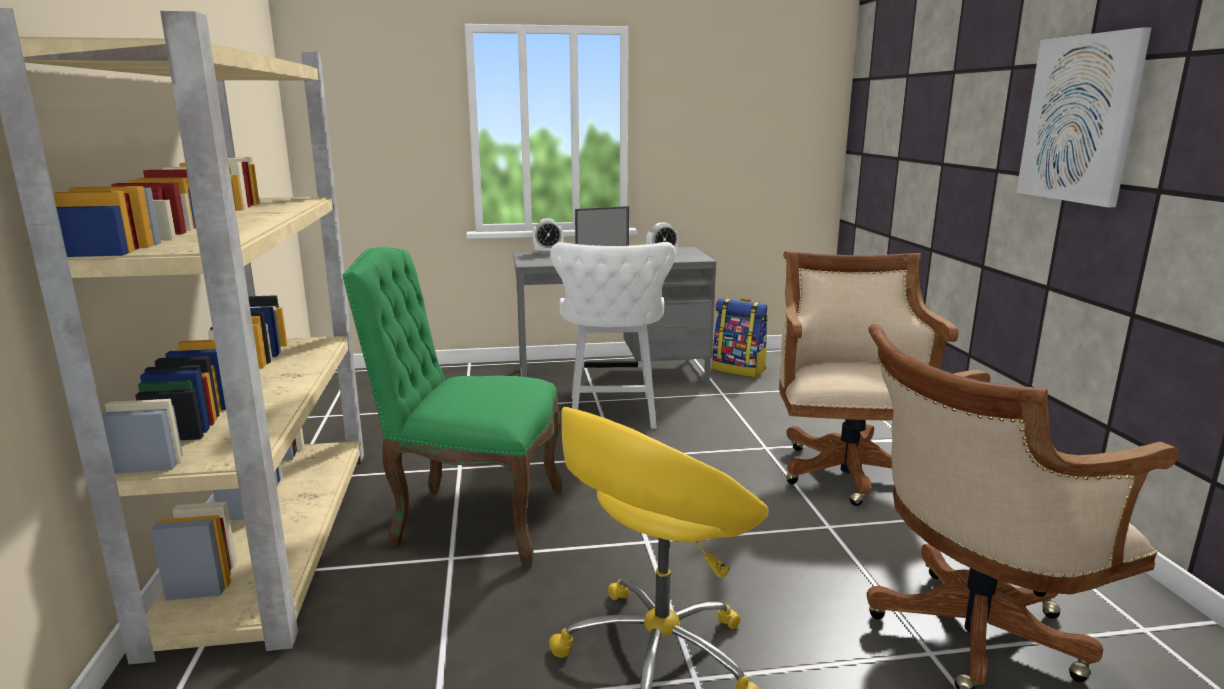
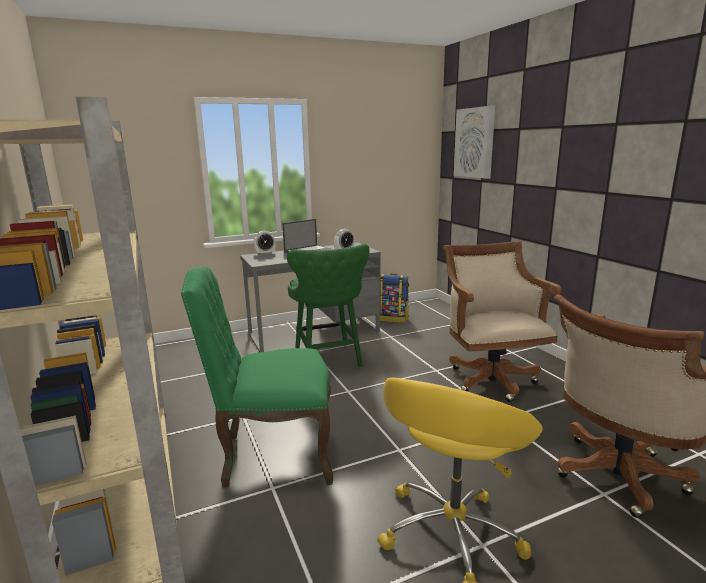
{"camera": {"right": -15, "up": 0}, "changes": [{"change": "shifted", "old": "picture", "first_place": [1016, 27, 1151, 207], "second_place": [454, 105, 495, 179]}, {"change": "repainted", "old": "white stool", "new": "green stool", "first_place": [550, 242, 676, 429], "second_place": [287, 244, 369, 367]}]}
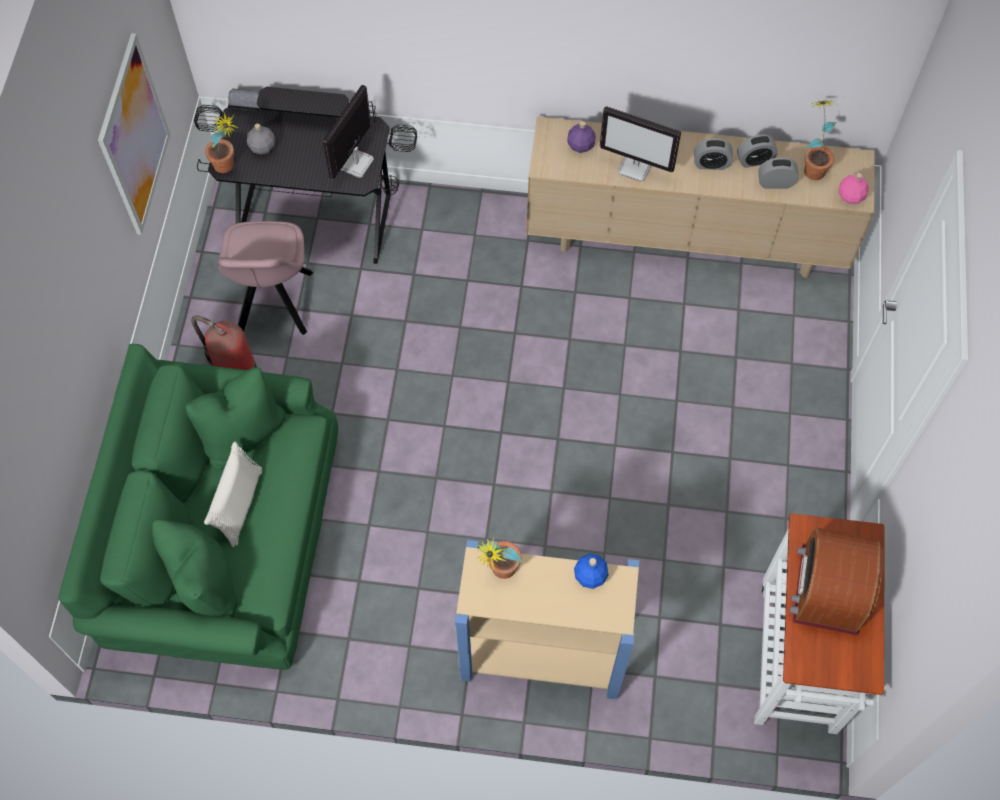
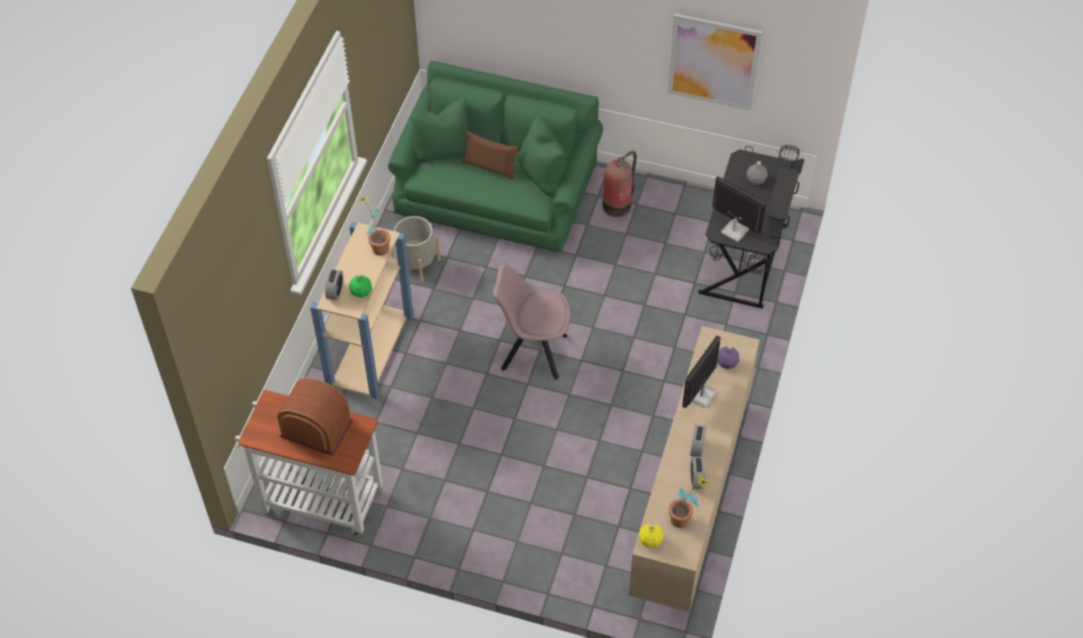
{"camera": {"right": 100, "up": -10}, "changes": [{"change": "gone", "old": "potted plant", "first_place": [205, 113, 238, 173]}, {"change": "shifted", "old": "alarm clock", "first_place": [758, 157, 799, 189], "second_place": [325, 269, 343, 300]}, {"change": "repainted", "old": "pink bottle", "new": "yellow bottle", "first_place": [838, 173, 869, 204], "second_place": [639, 523, 664, 548]}, {"change": "shifted", "old": "pink chair", "first_place": [218, 221, 313, 335], "second_place": [493, 264, 570, 380]}, {"change": "repainted", "old": "white pillow", "new": "brown pillow", "first_place": [204, 441, 262, 547], "second_place": [462, 130, 519, 180]}, {"change": "repainted", "old": "blue bottle", "new": "green bottle", "first_place": [574, 553, 608, 589], "second_place": [349, 273, 372, 298]}, {"change": "new", "new": "grey planter", "second_place": [391, 216, 440, 283]}]}
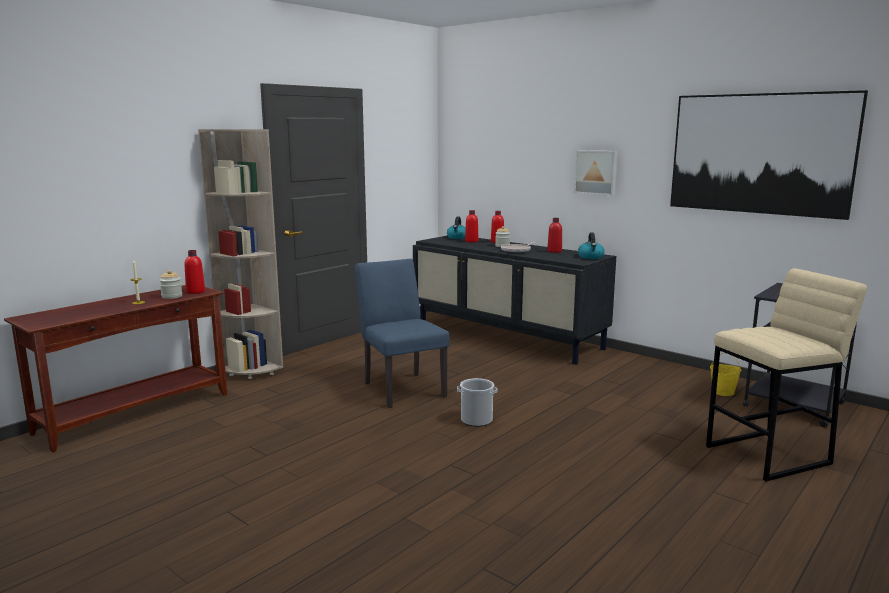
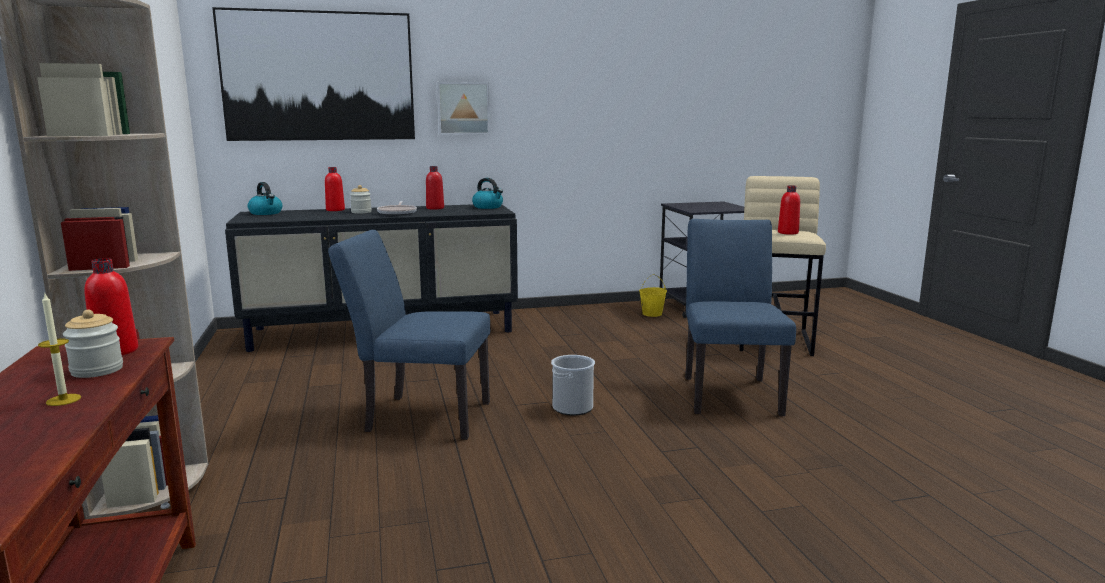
{"camera": {"right": -55, "up": 0}, "changes": [{"change": "shifted", "old": "picture", "first_place": [670, 90, 868, 220], "second_place": [212, 7, 415, 141]}, {"change": "shifted", "old": "red bottle", "first_place": [465, 210, 478, 242], "second_place": [778, 185, 800, 235]}, {"change": "new", "new": "blue chair", "second_place": [685, 219, 796, 416]}]}
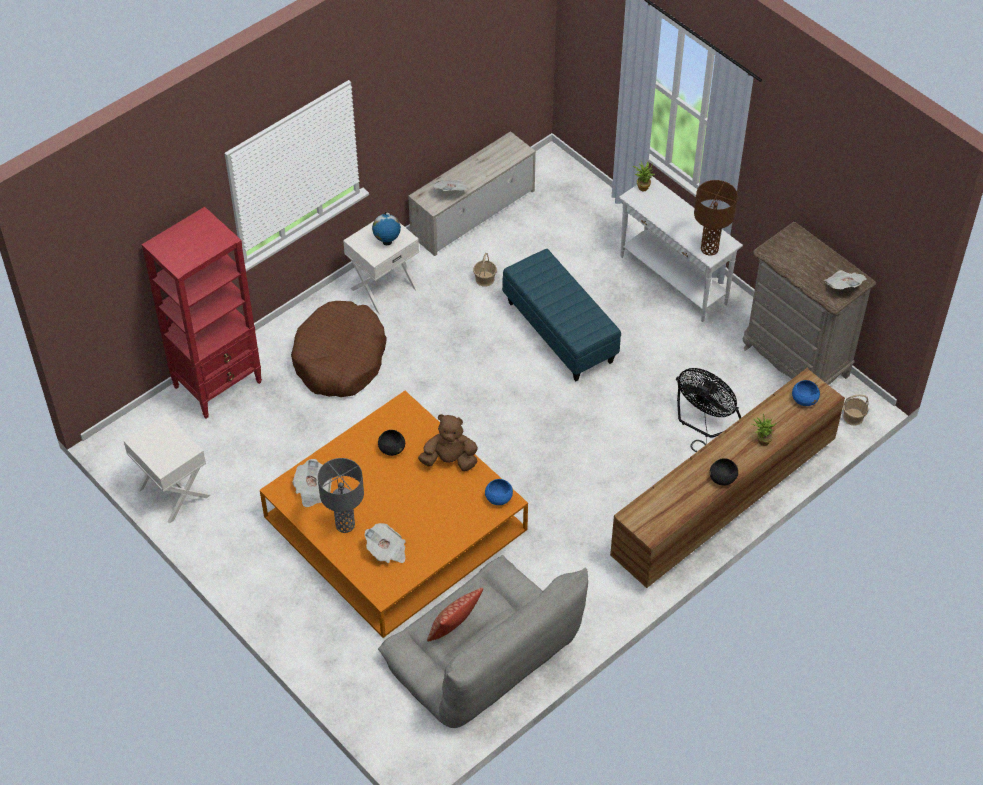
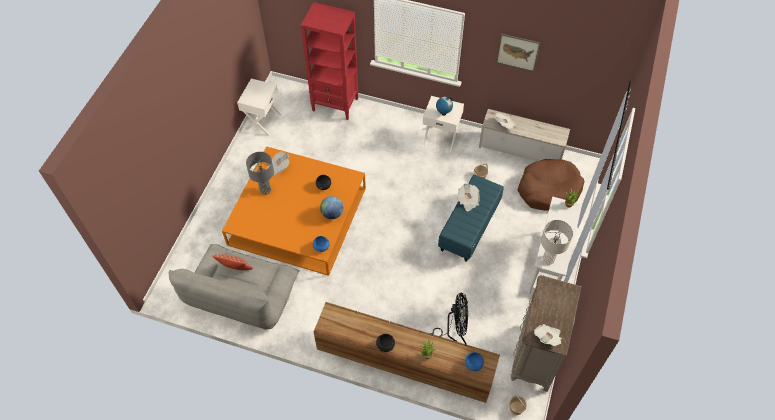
{"camera": {"right": 60, "up": 5}, "changes": [{"change": "repainted", "old": "brown table lamp", "new": "white table lamp", "first_place": [694, 180, 738, 255], "second_place": [541, 220, 573, 265]}, {"change": "shifted", "old": "brown dog bed", "first_place": [291, 301, 387, 397], "second_place": [517, 159, 584, 211]}, {"change": "swapped", "old": "brown plush toy", "new": "globe", "first_place": [418, 414, 478, 471], "second_place": [320, 196, 343, 219]}, {"change": "shifted", "old": "newspaper", "first_place": [365, 523, 406, 563], "second_place": [457, 183, 480, 211]}, {"change": "new", "new": "picture", "second_place": [496, 34, 540, 72]}]}
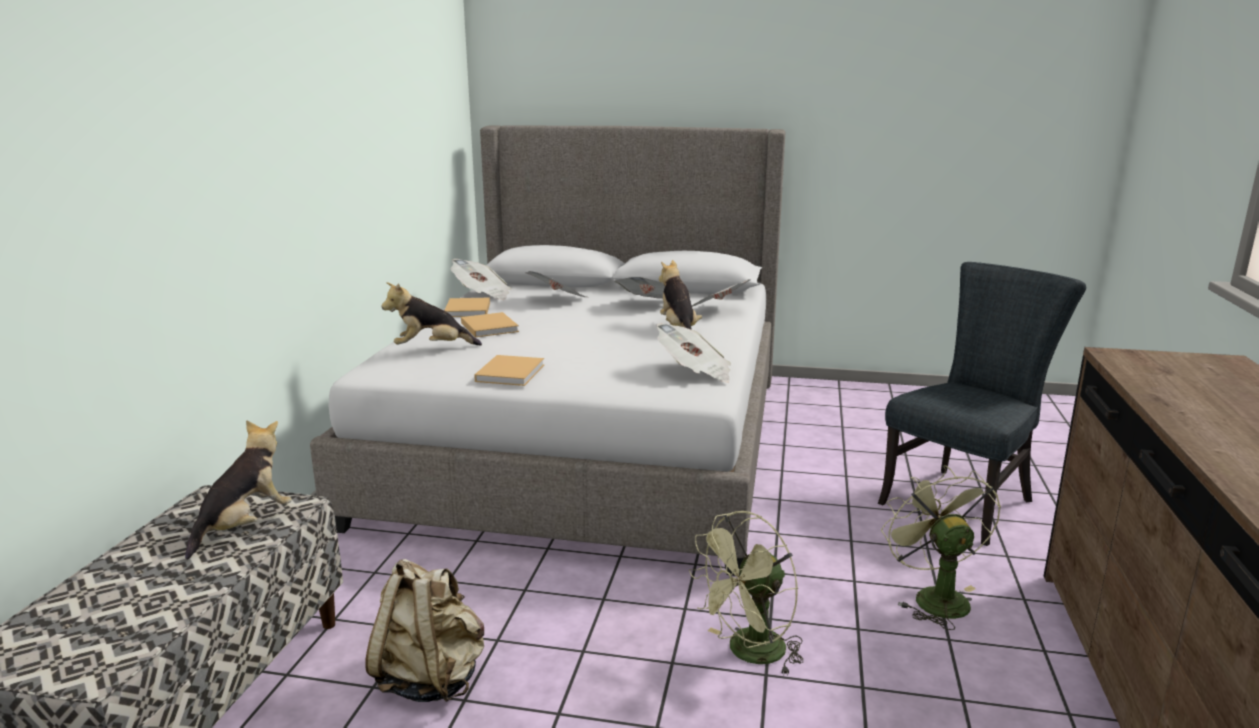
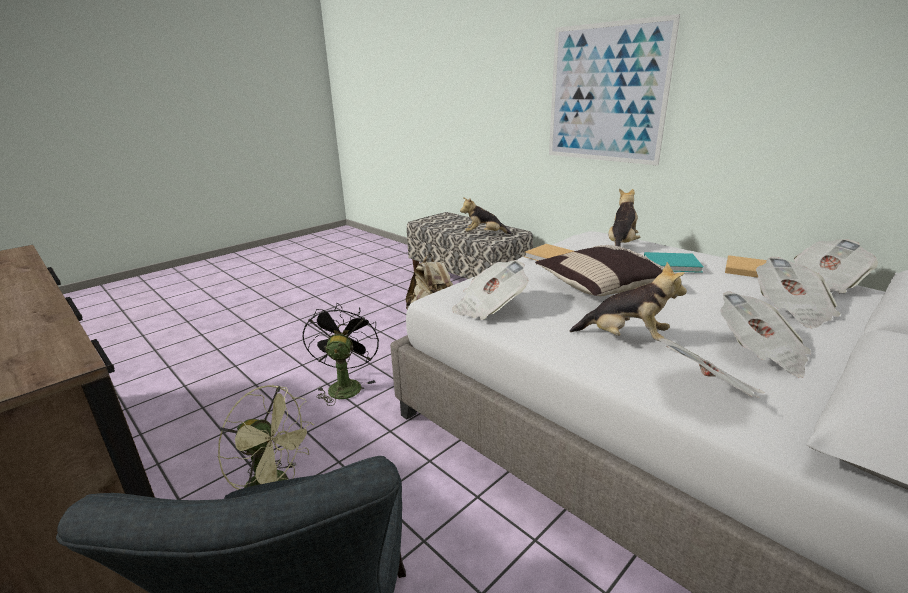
{"camera": {"right": 125, "up": 5}, "changes": [{"change": "repainted", "old": "beige book", "new": "turquoise book", "first_place": [461, 312, 519, 337], "second_place": [644, 252, 704, 273]}, {"change": "rotated", "old": "plush toy", "first_place": [185, 420, 292, 560], "second_place": [460, 197, 512, 234], "degrees": 120}, {"change": "repainted", "old": "green fan", "new": "black fan", "first_place": [689, 511, 803, 676], "second_place": [302, 303, 379, 406]}, {"change": "new", "new": "picture", "second_place": [549, 14, 680, 166]}, {"change": "new", "new": "pillow", "second_place": [535, 245, 664, 296]}]}
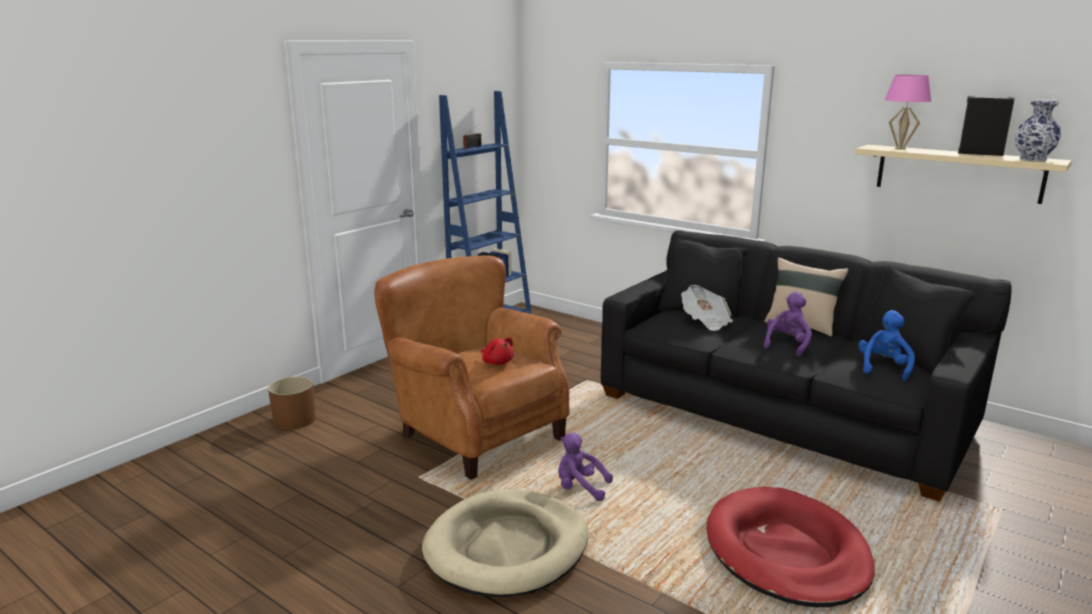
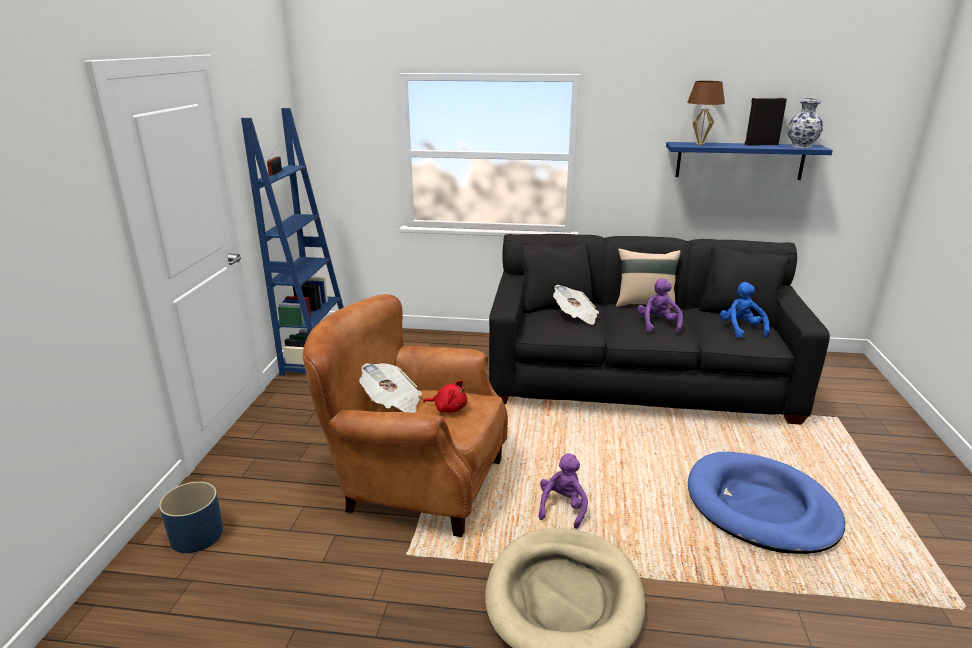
{"camera": {"right": -30, "up": 5}, "changes": [{"change": "repainted", "old": "pink table lamp", "new": "brown table lamp", "first_place": [885, 75, 931, 150], "second_place": [687, 81, 725, 145]}, {"change": "repainted", "old": "beige shelf", "new": "blue shelf", "first_place": [855, 145, 1072, 204], "second_place": [666, 142, 833, 180]}, {"change": "repainted", "old": "brown planter", "new": "blue planter", "first_place": [268, 377, 316, 430], "second_place": [159, 482, 223, 553]}, {"change": "rotated", "old": "purple plush toy", "first_place": [558, 433, 613, 501], "second_place": [538, 453, 588, 529], "degrees": 120}, {"change": "repainted", "old": "red dog bed", "new": "blue dog bed", "first_place": [706, 487, 875, 607], "second_place": [688, 452, 845, 554]}, {"change": "new", "new": "newspaper", "second_place": [359, 363, 422, 413]}]}
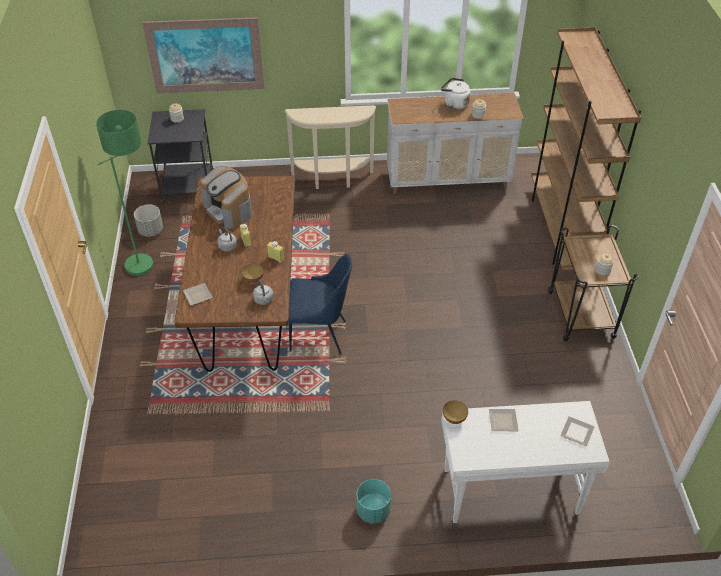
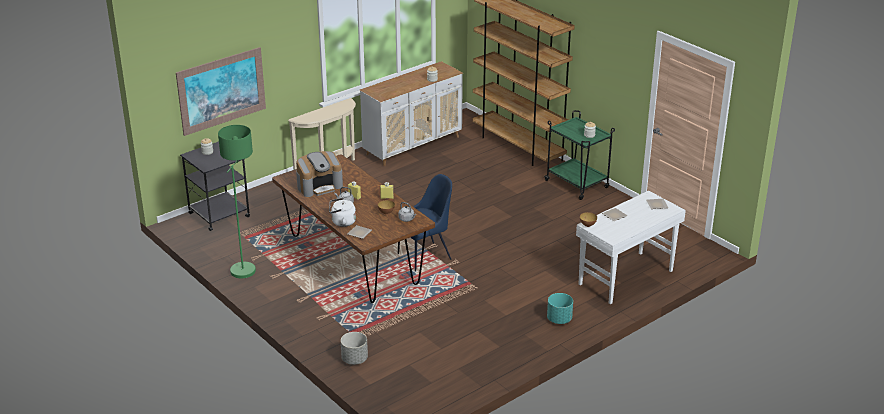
{"camera": {"right": -35, "up": -15}, "changes": [{"change": "shifted", "old": "white kettle", "first_place": [441, 78, 471, 110], "second_place": [329, 198, 356, 227]}, {"change": "rotated", "old": "coffee machine", "first_place": [200, 166, 253, 229], "second_place": [296, 151, 343, 197], "degrees": -45}, {"change": "shifted", "old": "grey planter", "first_place": [134, 204, 163, 237], "second_place": [341, 332, 368, 365]}, {"change": "repainted", "old": "brown cart", "new": "green cart", "first_place": [548, 225, 638, 341], "second_place": [544, 110, 615, 200]}]}
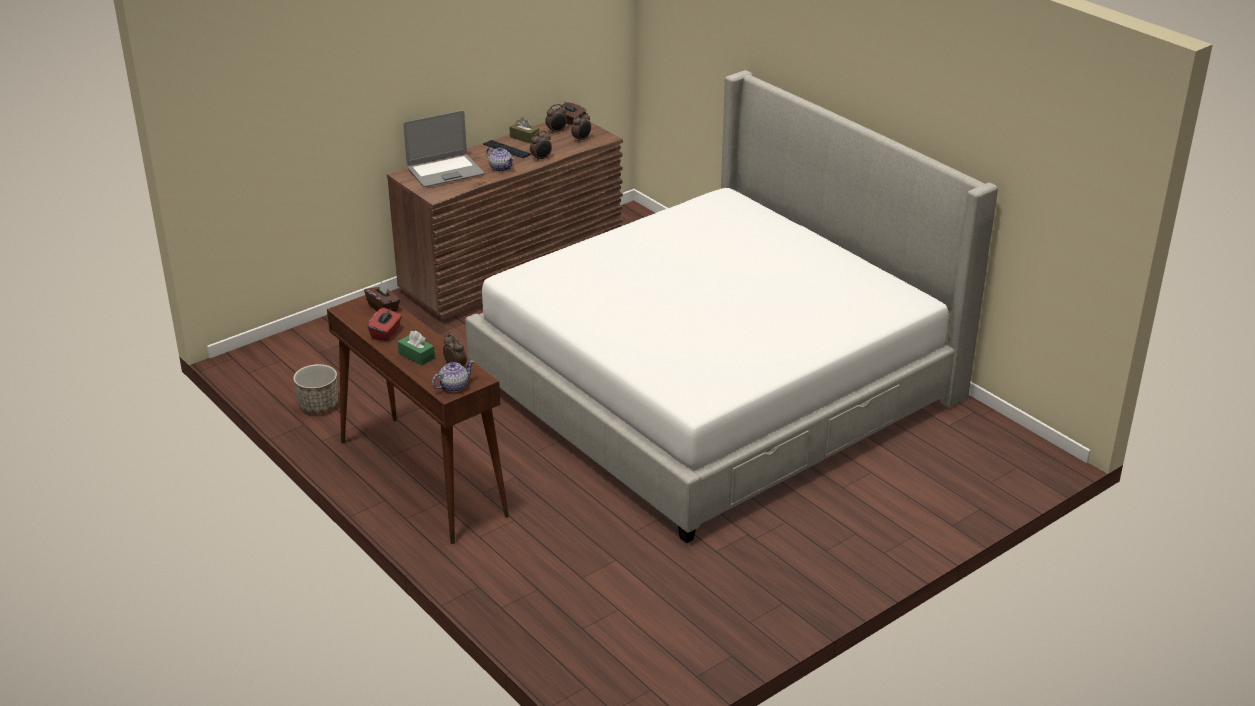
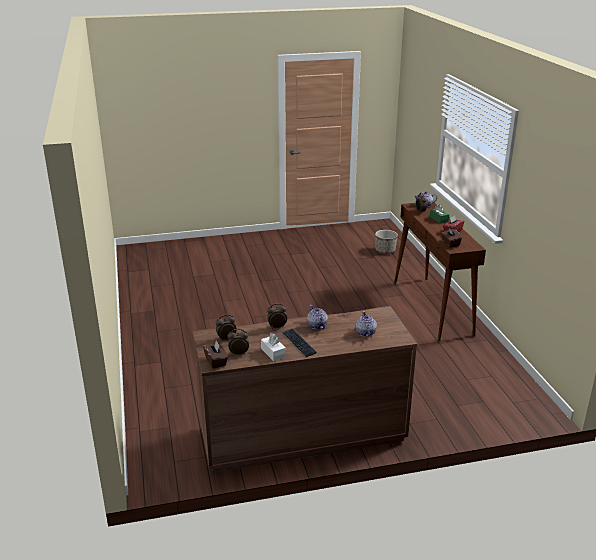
{"camera": {"right": -155, "up": -5}, "changes": [{"change": "gone", "old": "bed", "first_place": [465, 70, 998, 543]}, {"change": "swapped", "old": "laptop", "new": "teapot", "first_place": [403, 111, 484, 187], "second_place": [356, 311, 377, 337]}, {"change": "repainted", "old": "brown tissue box", "new": "white tissue box", "first_place": [509, 117, 539, 144], "second_place": [261, 333, 286, 361]}, {"change": "shifted", "old": "planter", "first_place": [293, 364, 338, 414], "second_place": [375, 230, 398, 254]}]}
